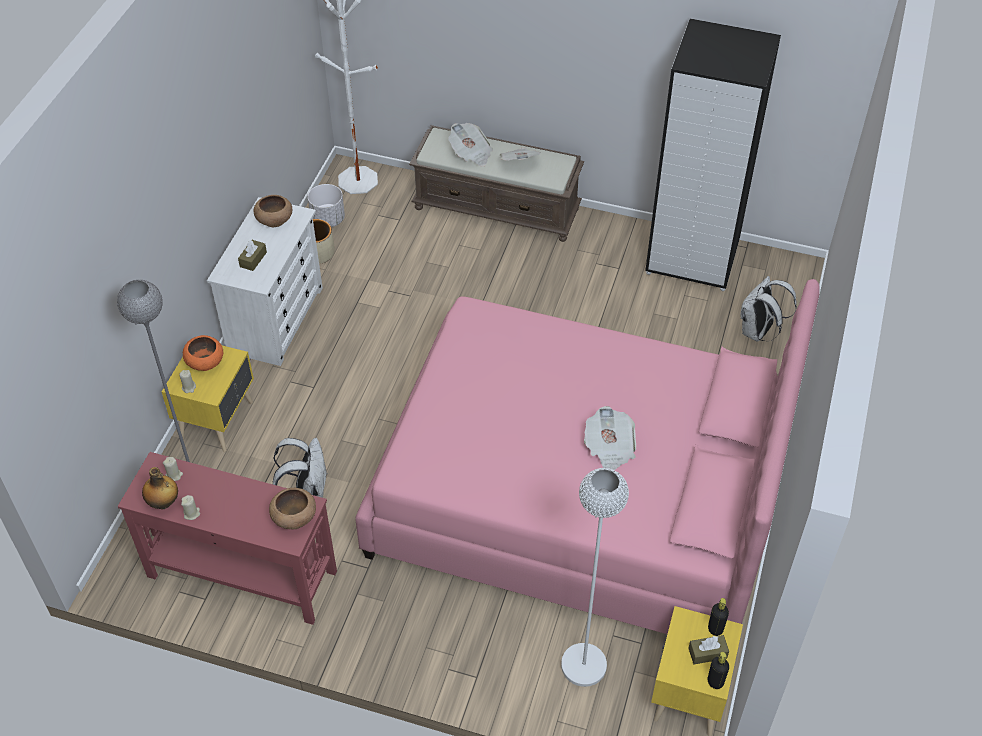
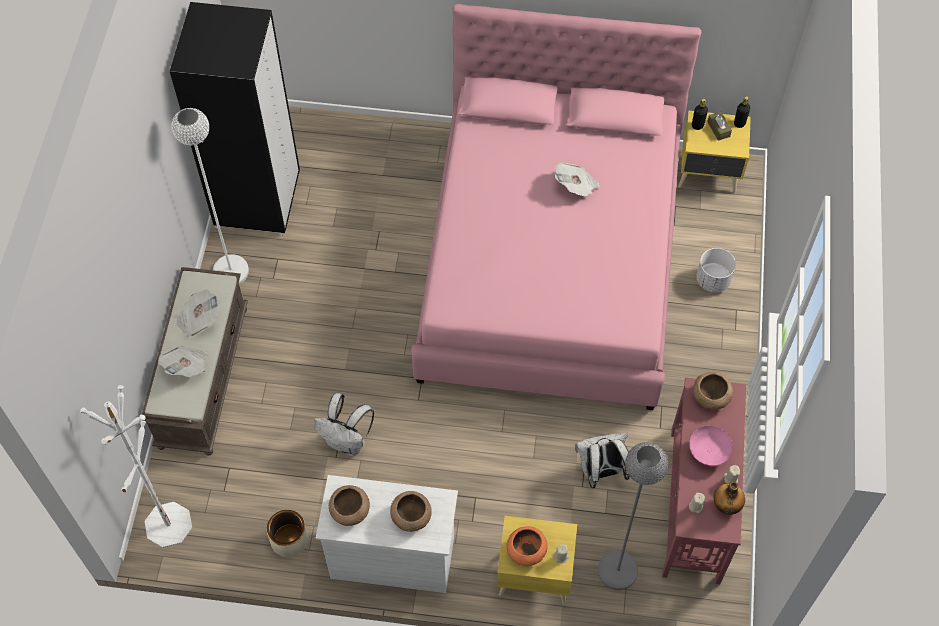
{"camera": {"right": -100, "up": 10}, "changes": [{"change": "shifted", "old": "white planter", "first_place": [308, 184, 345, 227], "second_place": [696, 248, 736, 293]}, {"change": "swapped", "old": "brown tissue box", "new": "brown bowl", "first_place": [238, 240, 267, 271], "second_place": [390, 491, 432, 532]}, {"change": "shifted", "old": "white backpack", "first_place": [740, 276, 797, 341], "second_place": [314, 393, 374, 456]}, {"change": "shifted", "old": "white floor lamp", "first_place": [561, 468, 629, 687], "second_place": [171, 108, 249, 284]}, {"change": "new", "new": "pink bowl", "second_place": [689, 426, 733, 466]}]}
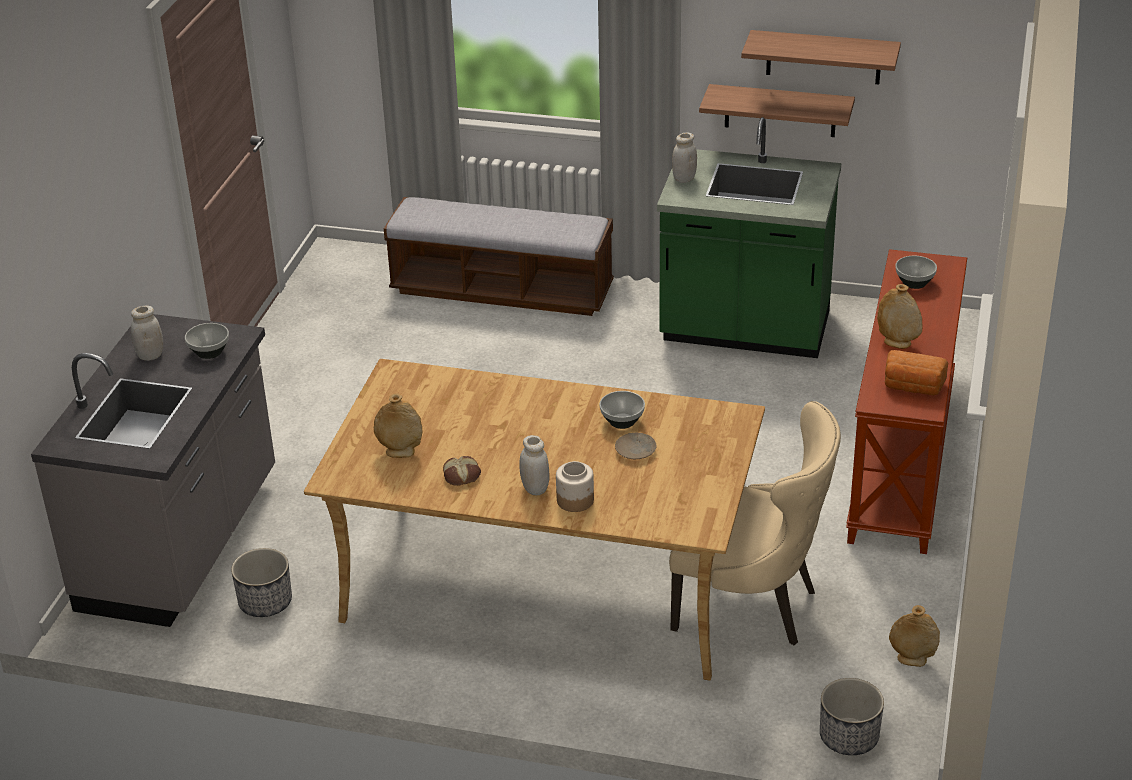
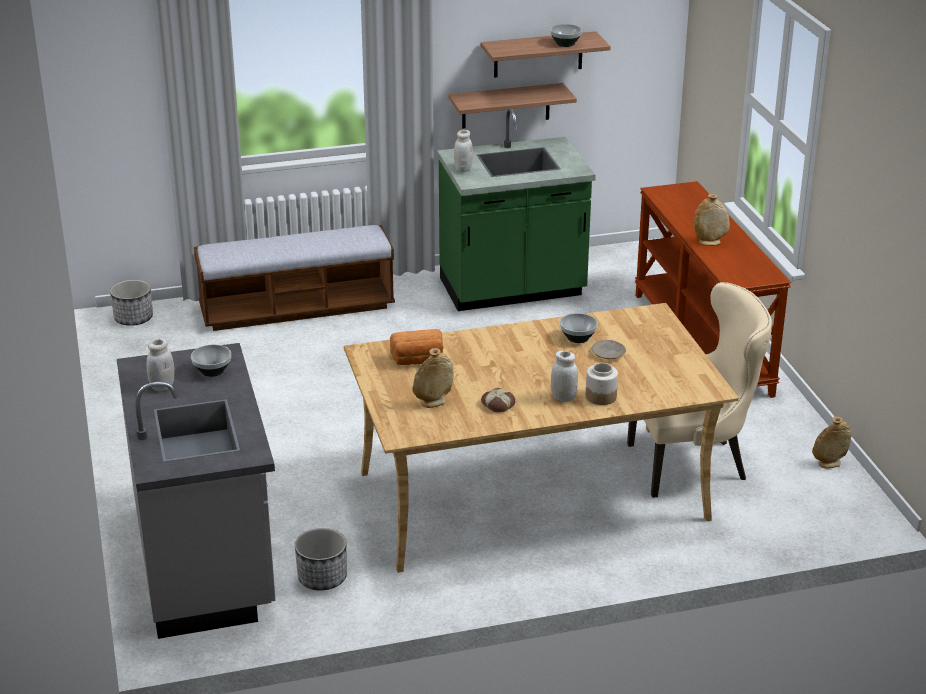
{"camera": {"right": -30, "up": -5}, "changes": [{"change": "shifted", "old": "bowl", "first_place": [895, 256, 937, 289], "second_place": [550, 24, 582, 47]}, {"change": "shifted", "old": "bread", "first_place": [885, 350, 948, 395], "second_place": [390, 329, 443, 365]}, {"change": "shifted", "old": "planter", "first_place": [820, 678, 884, 755], "second_place": [110, 280, 153, 326]}]}
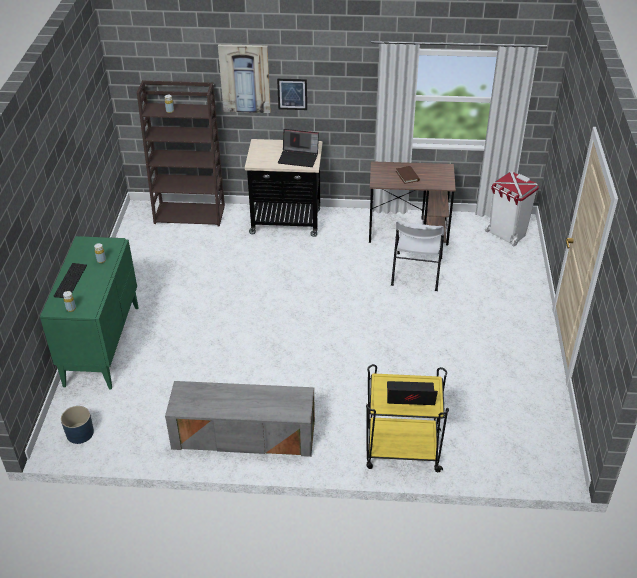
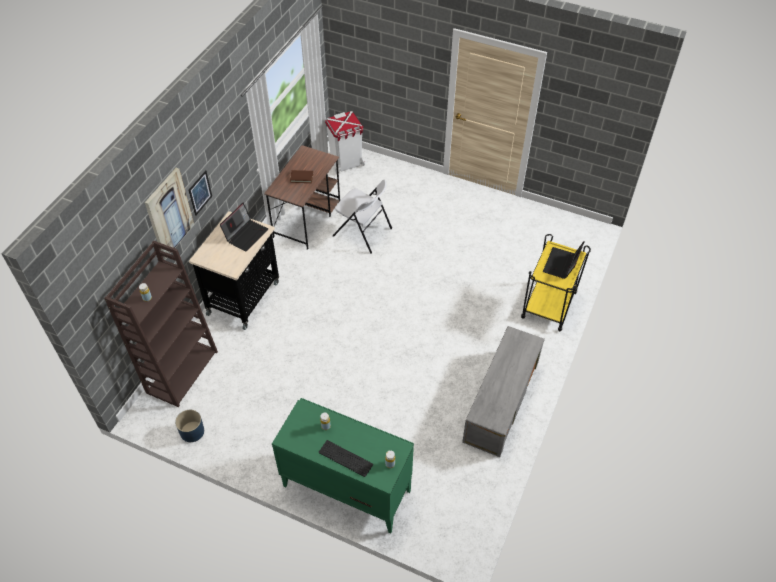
{"camera": {"right": -70, "up": 10}, "changes": [{"change": "shifted", "old": "blue planter", "first_place": [61, 406, 94, 444], "second_place": [175, 410, 204, 442]}]}
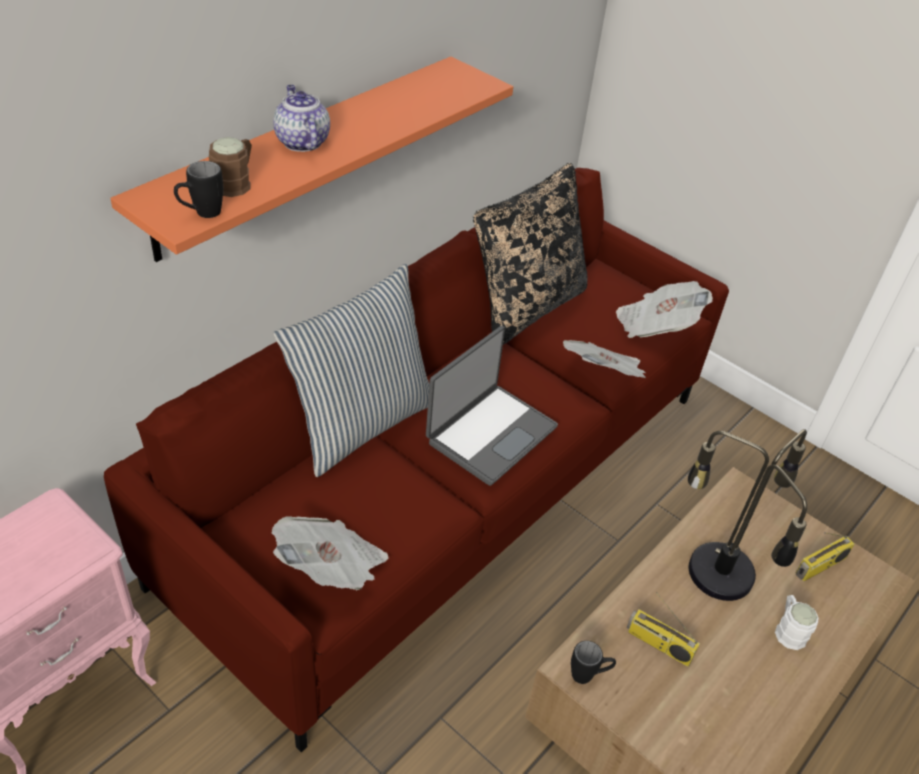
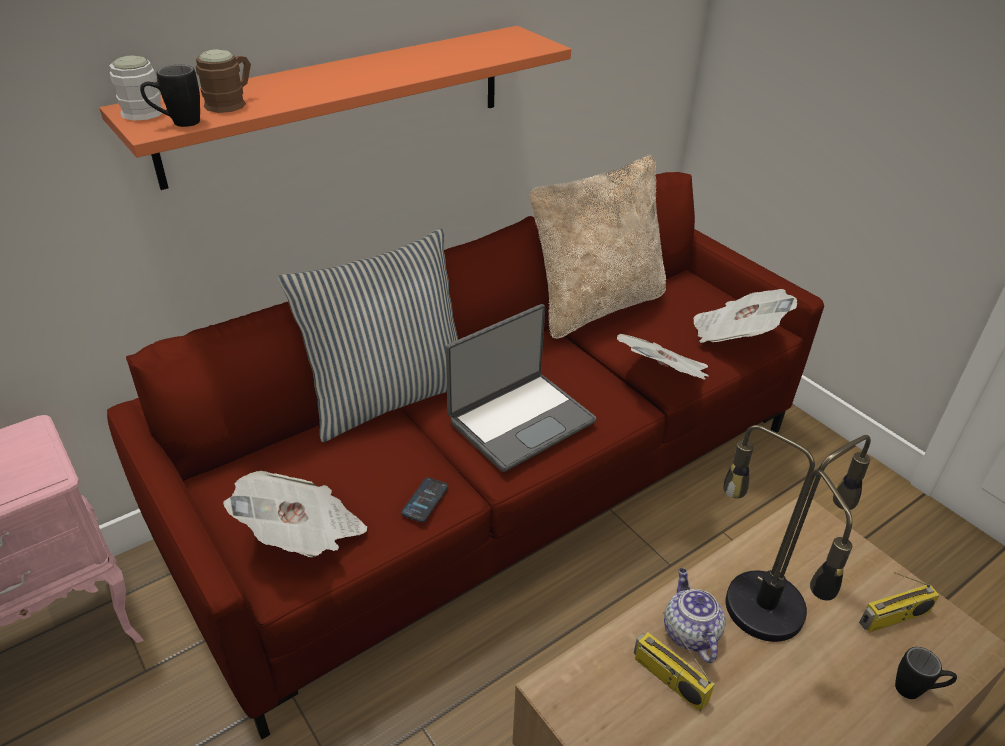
{"camera": {"right": 15, "up": -5}, "changes": [{"change": "shifted", "old": "teapot", "first_place": [273, 85, 330, 152], "second_place": [664, 568, 725, 663]}, {"change": "repainted", "old": "black pillow", "new": "beige pillow", "first_place": [473, 162, 588, 345], "second_place": [529, 154, 666, 339]}, {"change": "shifted", "old": "white mug", "first_place": [775, 595, 819, 650], "second_place": [109, 56, 163, 121]}, {"change": "shifted", "old": "black mug", "first_place": [571, 641, 616, 684], "second_place": [895, 647, 957, 699]}, {"change": "new", "new": "phone", "second_place": [401, 477, 448, 522]}]}
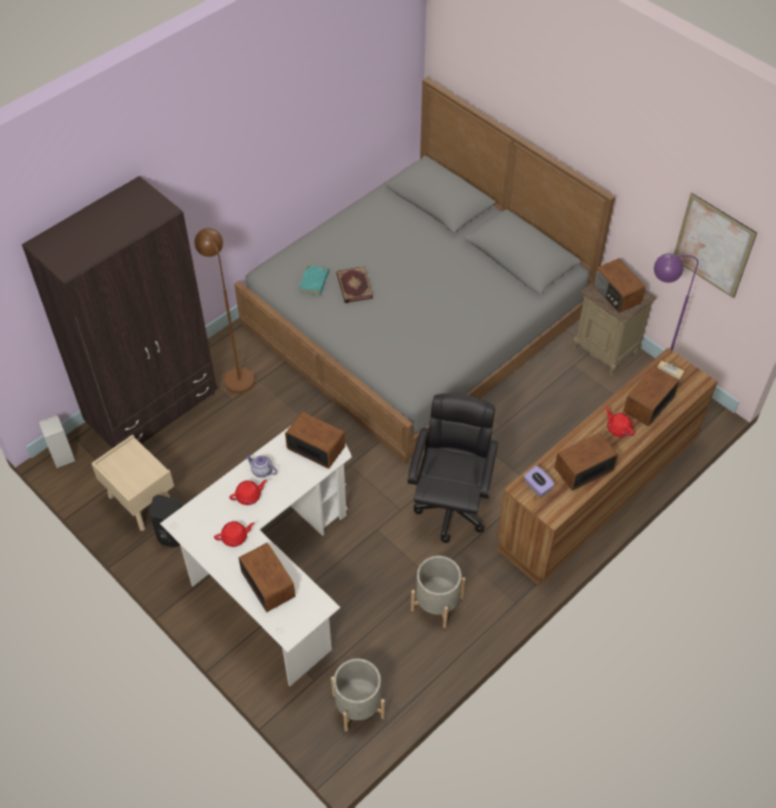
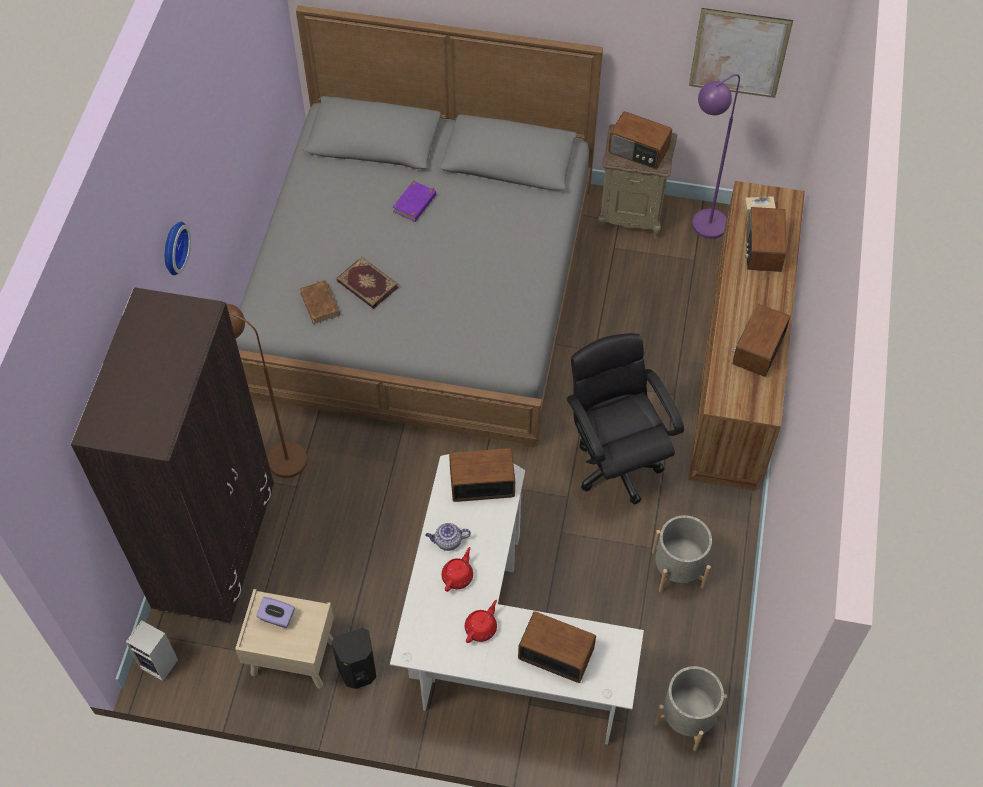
{"camera": {"right": -35, "up": 5}, "changes": [{"change": "repainted", "old": "turquoise book", "new": "brown book", "first_place": [299, 265, 329, 296], "second_place": [299, 280, 340, 324]}, {"change": "gone", "old": "red teapot", "first_place": [606, 407, 635, 437]}, {"change": "shifted", "old": "purple tissue box", "first_place": [524, 466, 555, 497], "second_place": [256, 597, 295, 628]}, {"change": "new", "new": "purple book", "second_place": [392, 181, 436, 222]}, {"change": "new", "new": "wall clock", "second_place": [165, 221, 191, 275]}]}
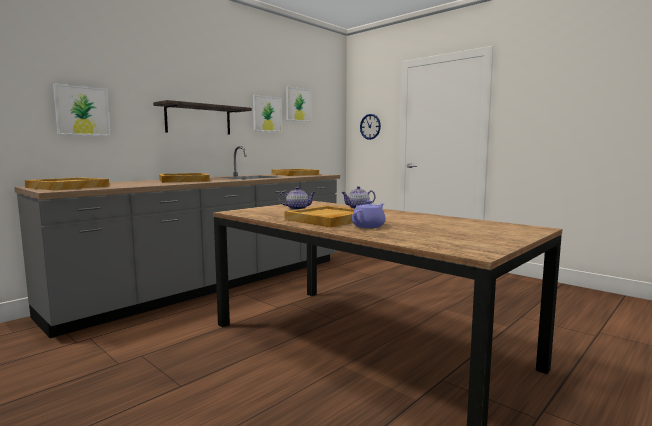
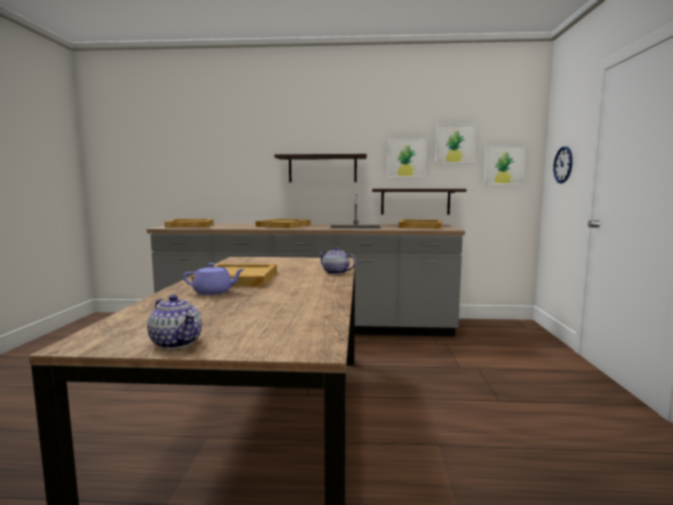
{"camera": {"right": 50, "up": 0}, "changes": [{"change": "shifted", "old": "picture", "first_place": [53, 84, 111, 136], "second_place": [483, 145, 525, 185]}, {"change": "shifted", "old": "teapot", "first_place": [279, 187, 316, 210], "second_place": [147, 295, 202, 349]}, {"change": "new", "new": "shelf", "second_place": [372, 189, 467, 215]}]}
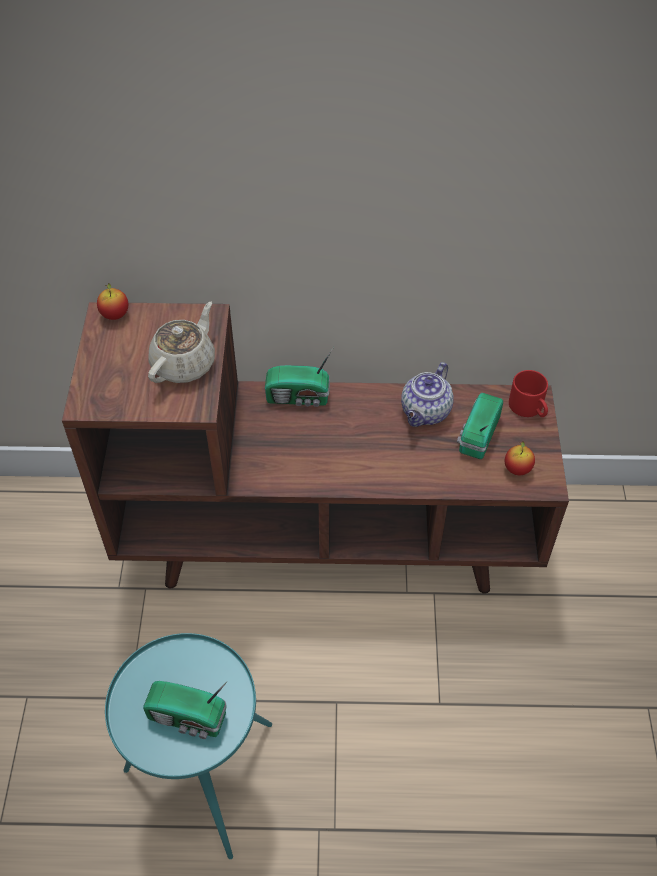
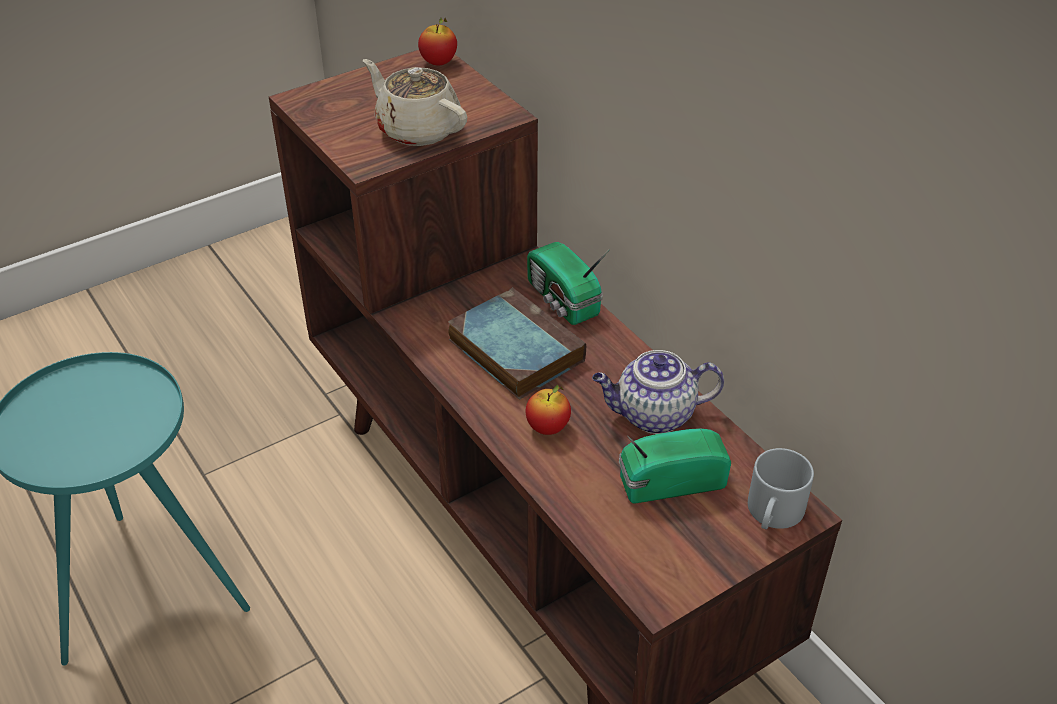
{"camera": {"right": 55, "up": -10}, "changes": [{"change": "rotated", "old": "beige teapot", "first_place": [148, 302, 215, 383], "second_place": [363, 59, 467, 146], "degrees": -135}, {"change": "repainted", "old": "red mug", "new": "grey mug", "first_place": [509, 370, 548, 417], "second_place": [748, 448, 814, 529]}, {"change": "shifted", "old": "apple", "first_place": [505, 441, 535, 475], "second_place": [526, 385, 571, 435]}, {"change": "gone", "old": "radio", "first_place": [143, 681, 227, 739]}, {"change": "new", "new": "book", "second_place": [448, 287, 586, 400]}]}
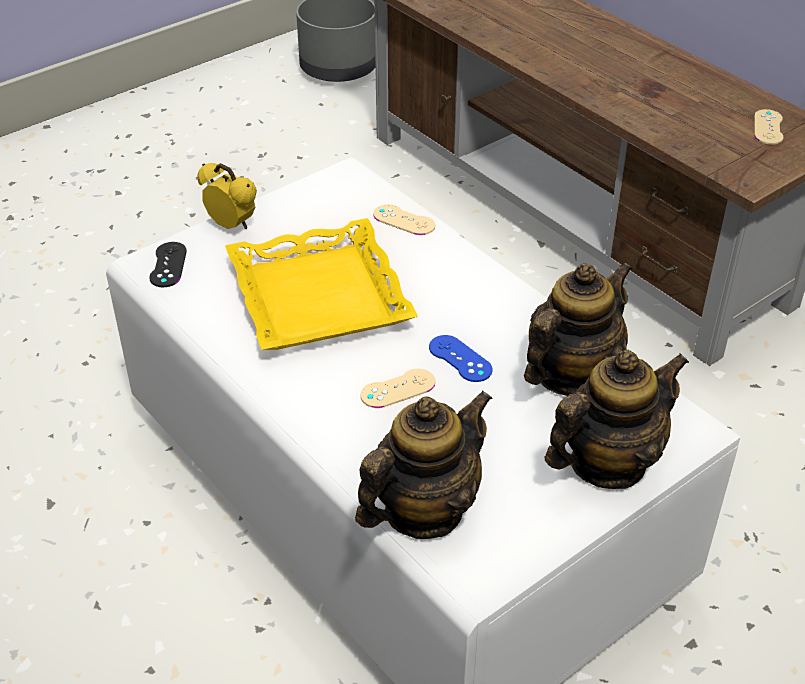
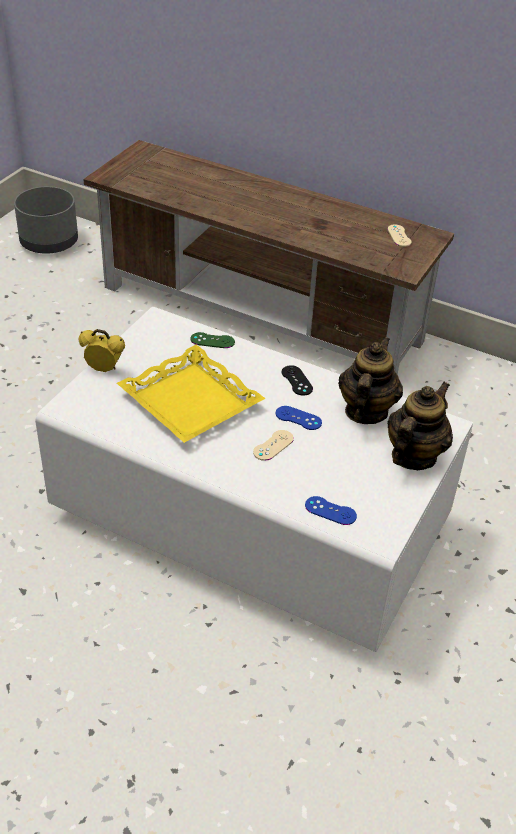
{"camera": {"right": -25, "up": 0}, "changes": [{"change": "repainted", "old": "beige game controller", "new": "green game controller", "first_place": [373, 204, 435, 235], "second_place": [190, 332, 235, 348]}, {"change": "shifted", "old": "black game controller", "first_place": [149, 242, 187, 287], "second_place": [282, 365, 313, 396]}, {"change": "swapped", "old": "teapot", "new": "blue game controller", "first_place": [355, 390, 493, 539], "second_place": [305, 496, 357, 525]}]}
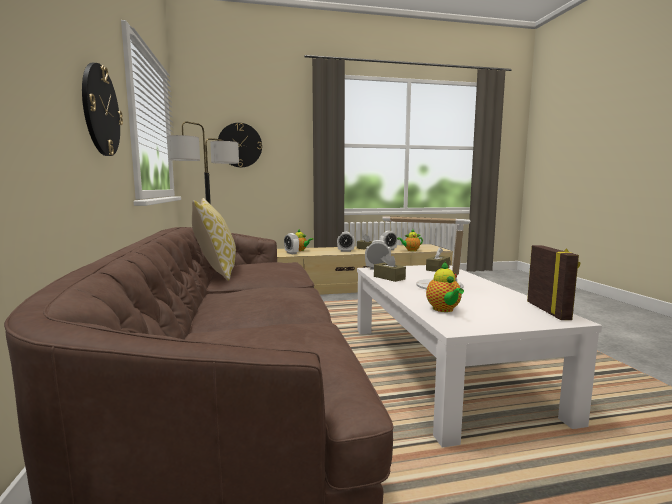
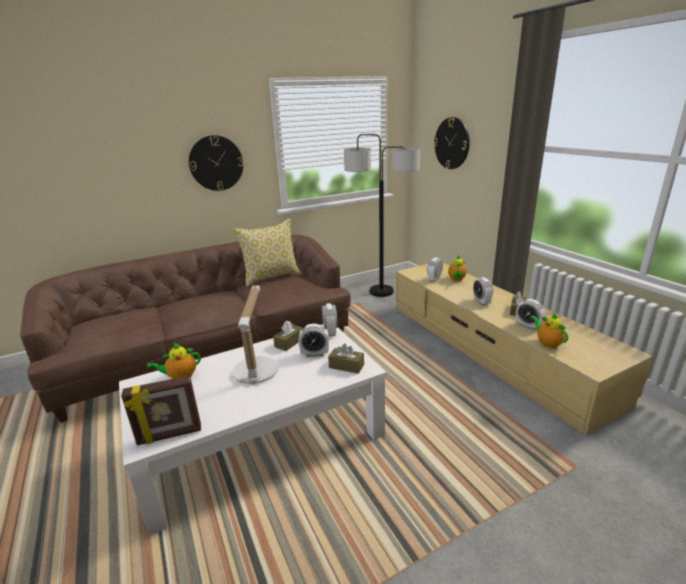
{"camera": {"right": 75, "up": 15}, "changes": [{"change": "new", "new": "alarm clock", "second_place": [298, 324, 329, 357]}]}
